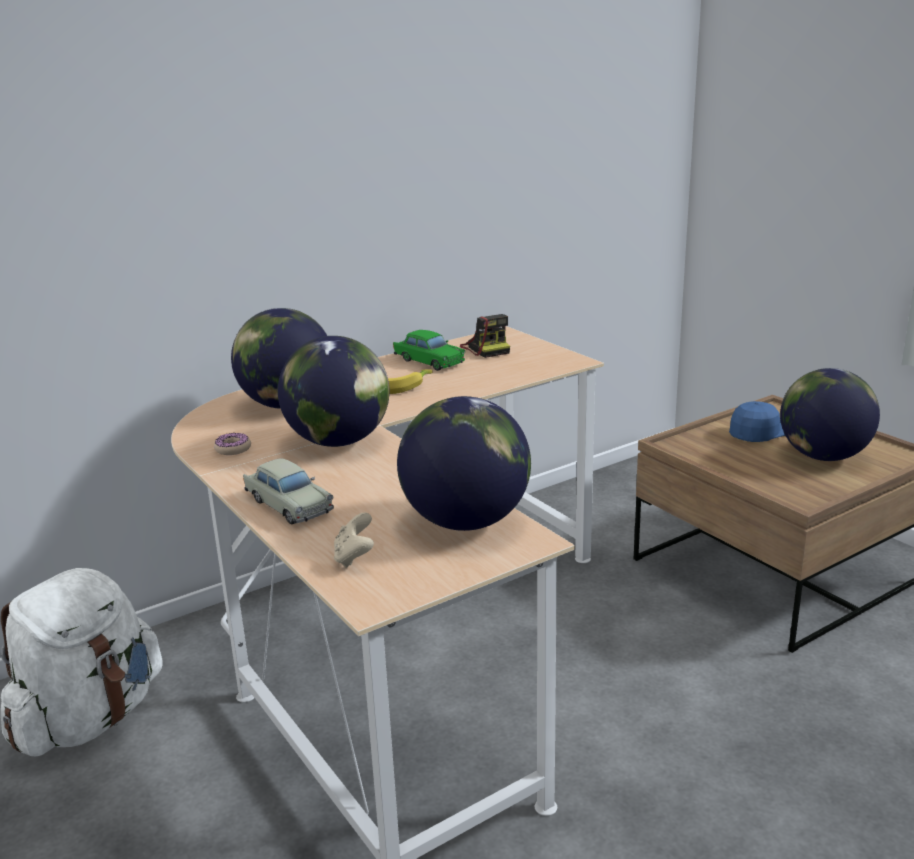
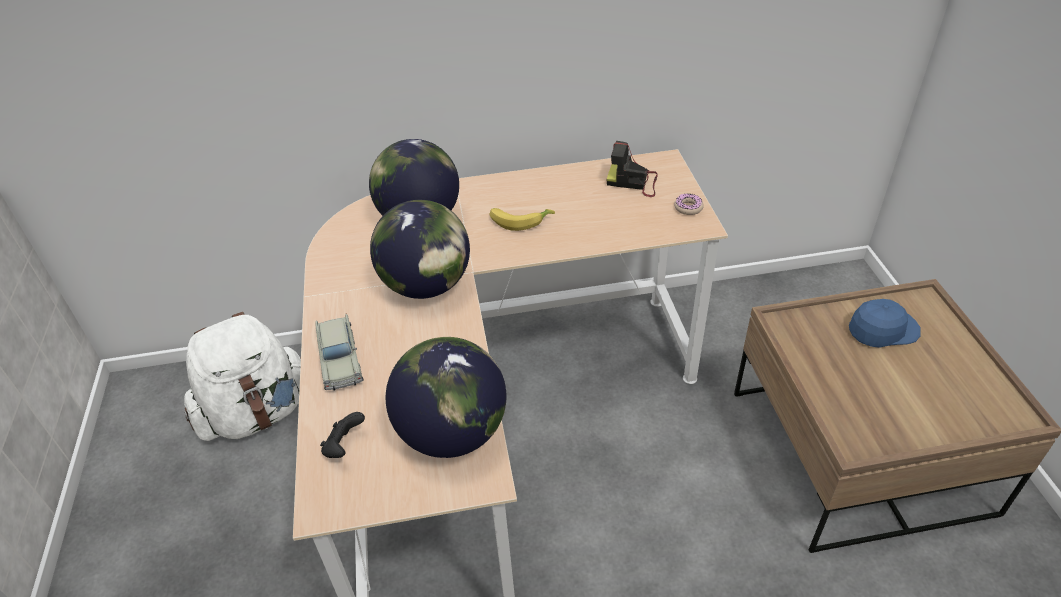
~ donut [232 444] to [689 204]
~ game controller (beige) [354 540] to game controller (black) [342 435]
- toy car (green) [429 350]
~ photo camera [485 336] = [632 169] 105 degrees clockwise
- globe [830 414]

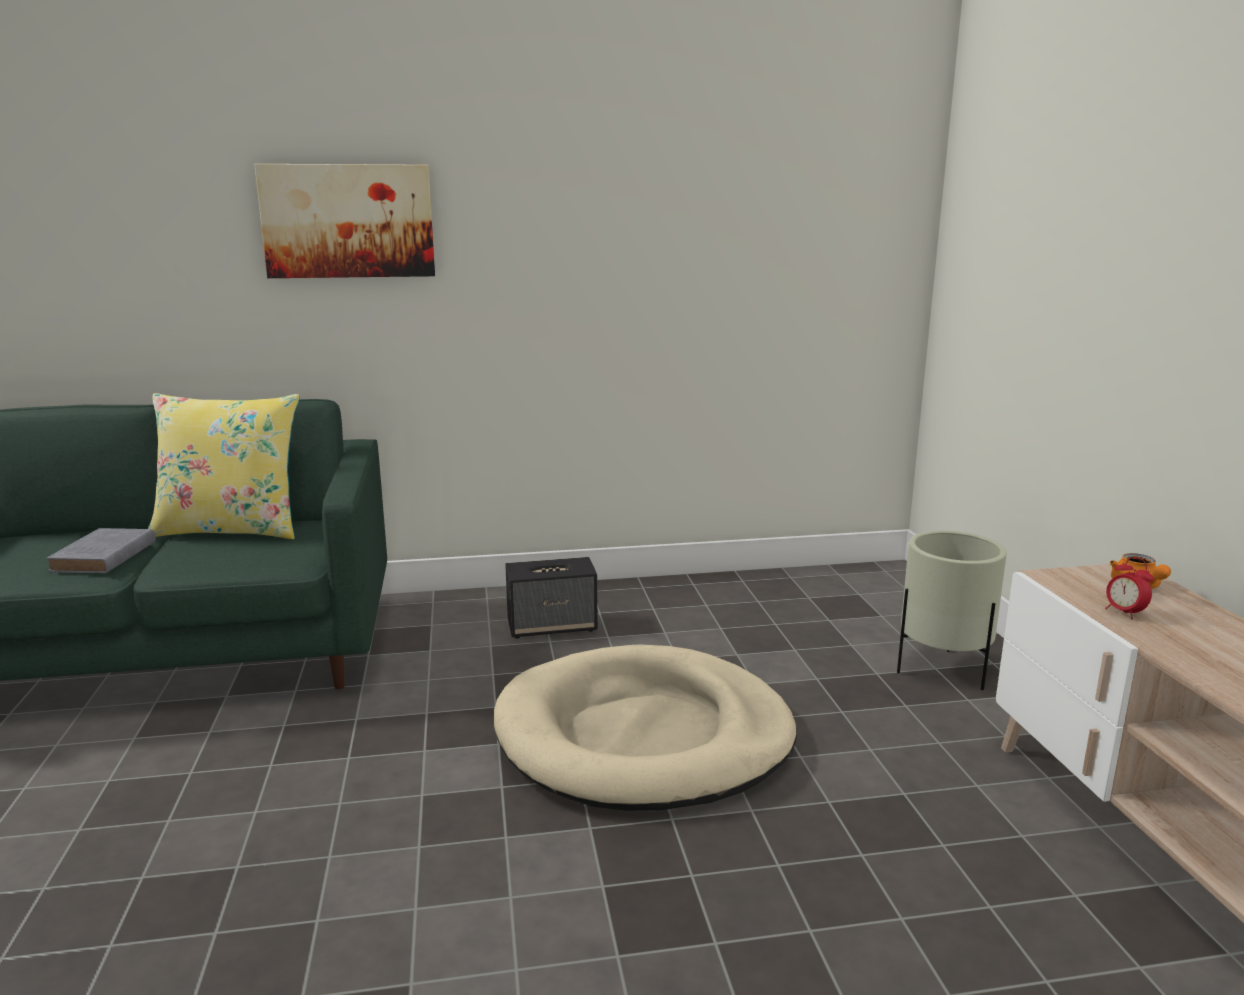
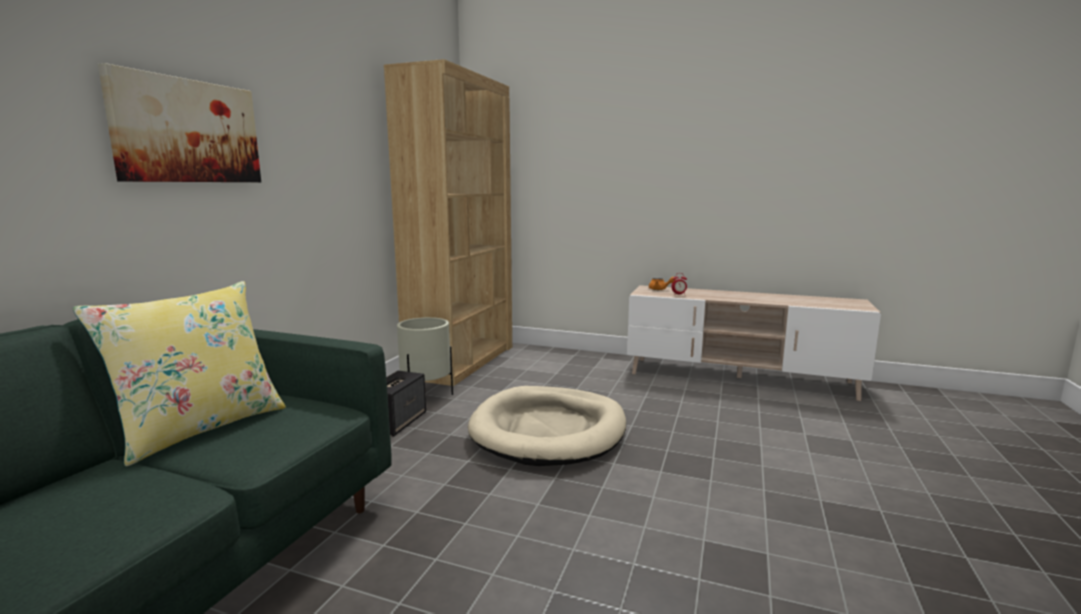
- book (grey) [100 550]
~ planter (beige) [952 610] to [425 356]
+ bookcase (brown) [448 222]

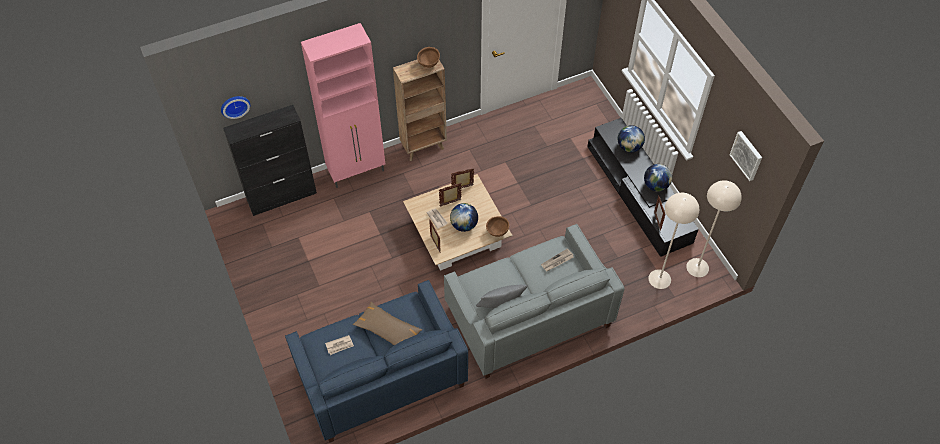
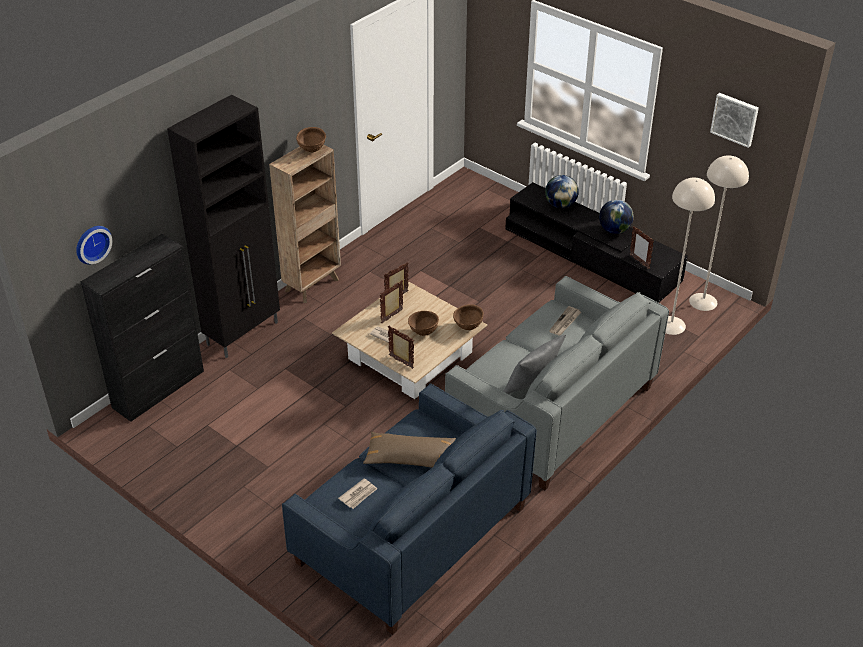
~ cabinet (pink) [343 105] to cabinet (black) [223 226]
~ globe [464 217] to bowl (brown) [423 323]

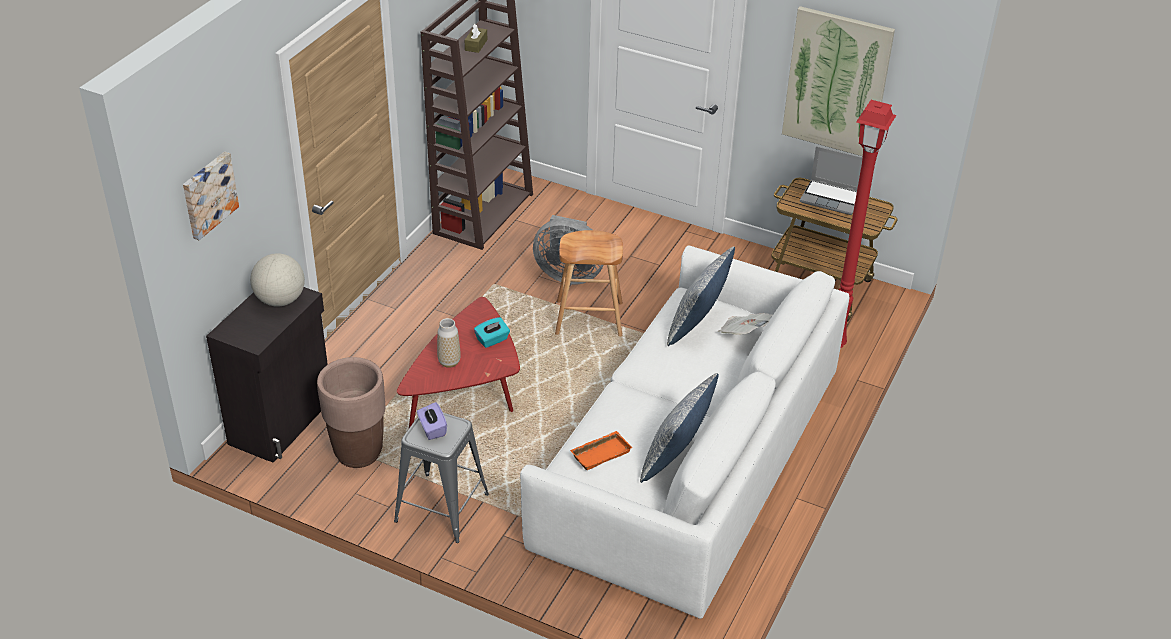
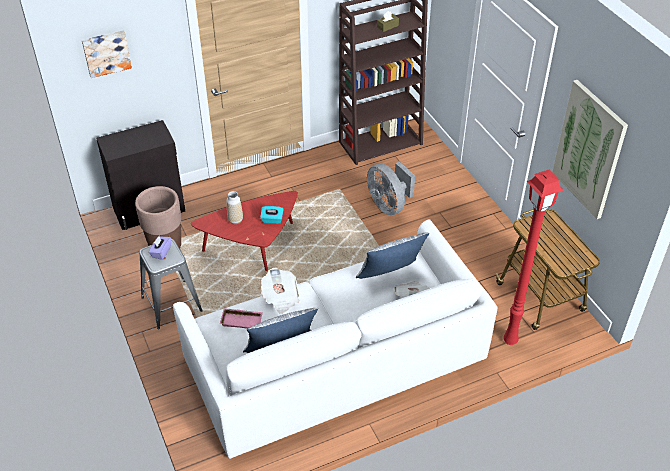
- globe [277 280]
- stool (brown) [589 283]
~ tray (orange) [601 450] to tray (pink) [241 318]
- laptop [831 180]
+ newspaper [280 291]

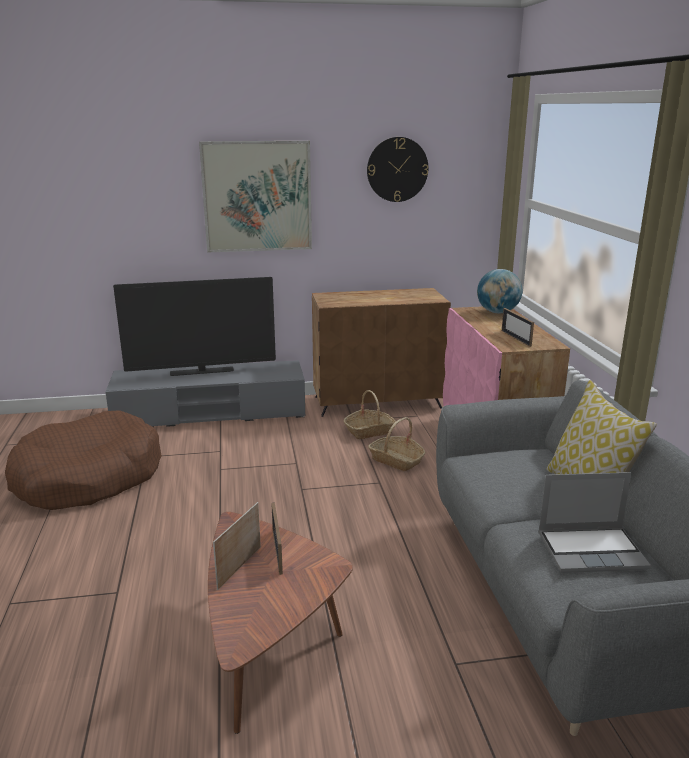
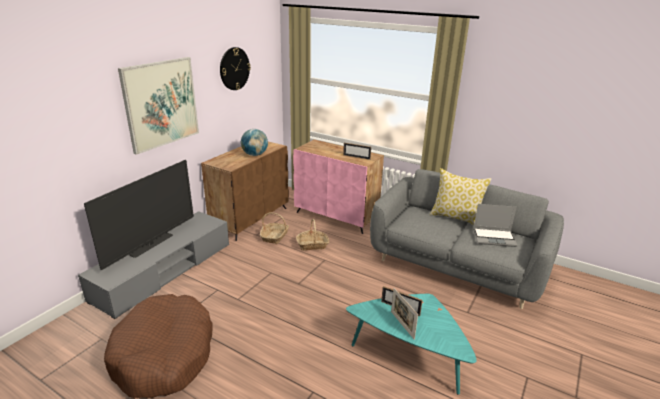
~ coffee table (brown) [280 623] to coffee table (turquoise) [411 344]
~ globe [499 291] to [254 142]
~ laptop [594 522] = [495 225] 60 degrees clockwise

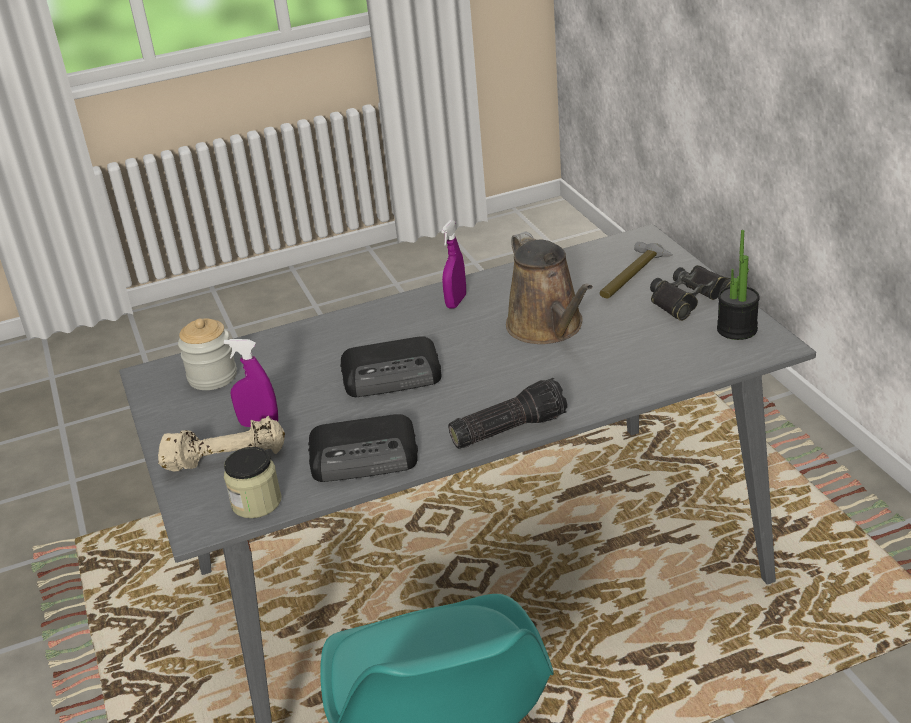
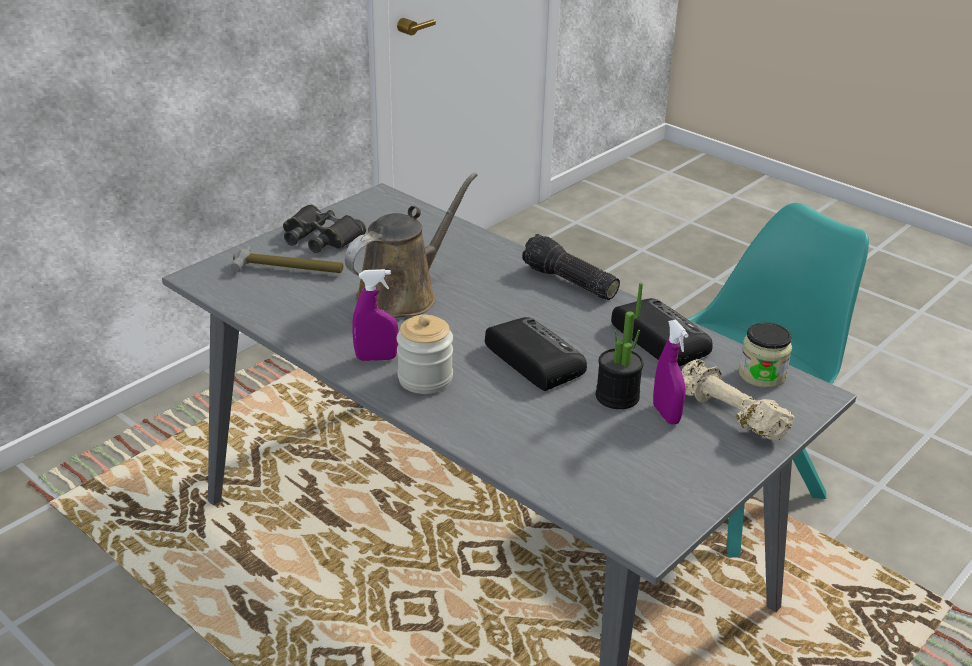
~ jar [207 354] to [425 354]
~ potted plant [738 285] to [620 346]

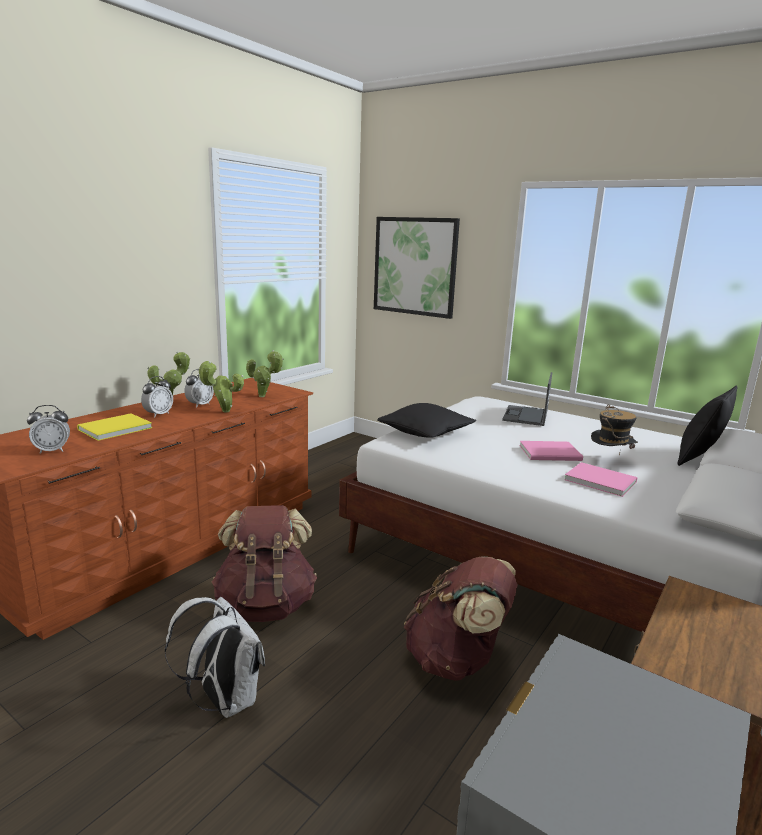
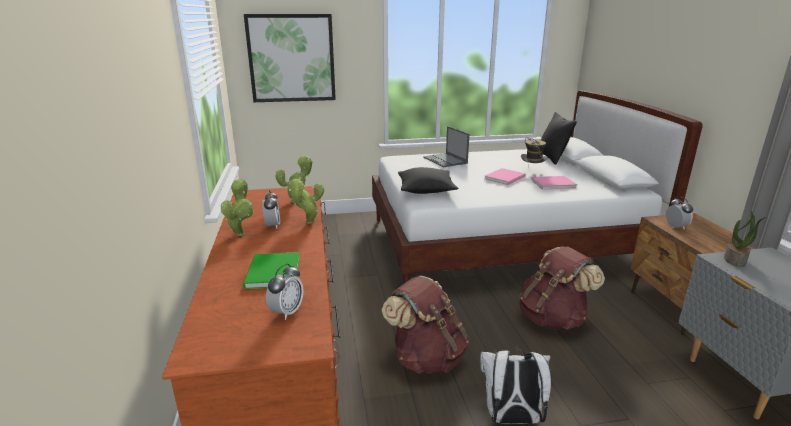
~ book (yellow) [114 427] to book (green) [271 270]
~ alarm clock [157 397] to [679 213]
+ potted plant [745 239]

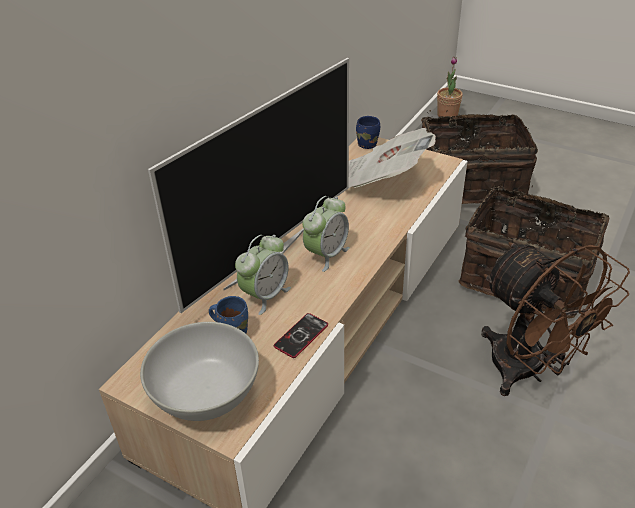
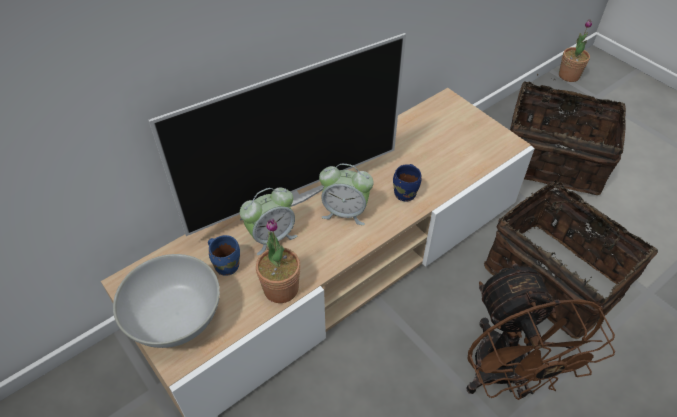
~ phone [301 335] to potted plant [278 260]
~ alarm clock [326 234] = [346 194] 45 degrees clockwise
- newspaper [392 158]
~ mug (blue) [368 132] to [407 183]

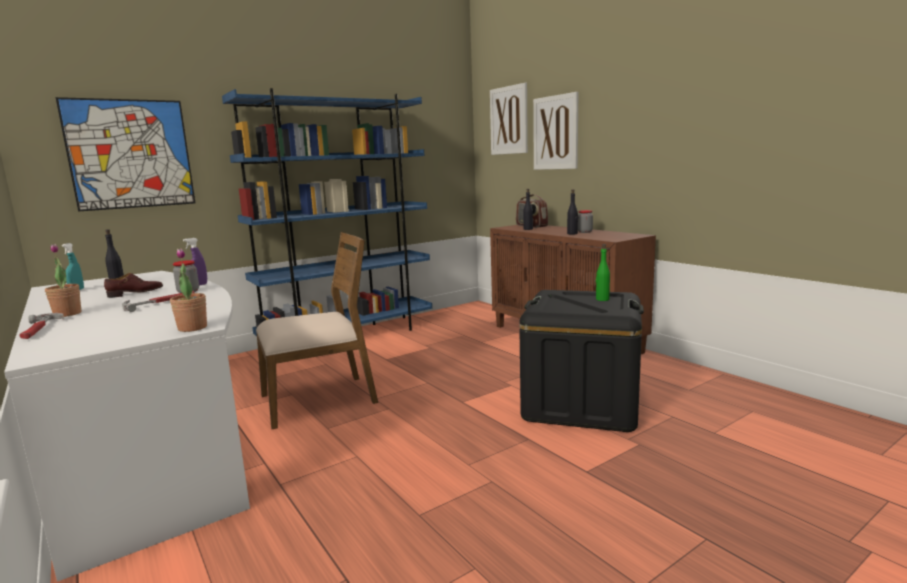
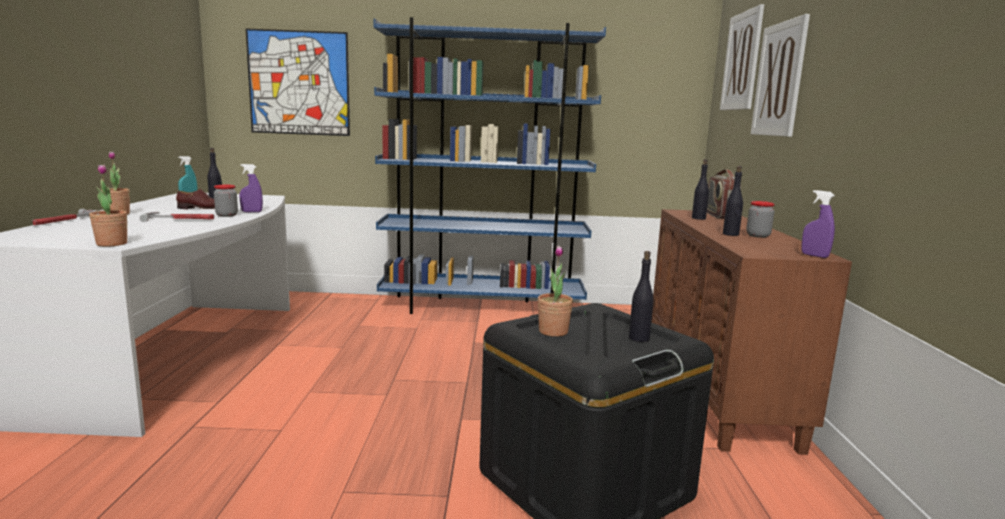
- chair (brown) [317 330]
~ bottle (green) [603 272] to bottle (black) [641 296]
+ potted plant [555 291]
+ spray bottle (purple) [818 224]

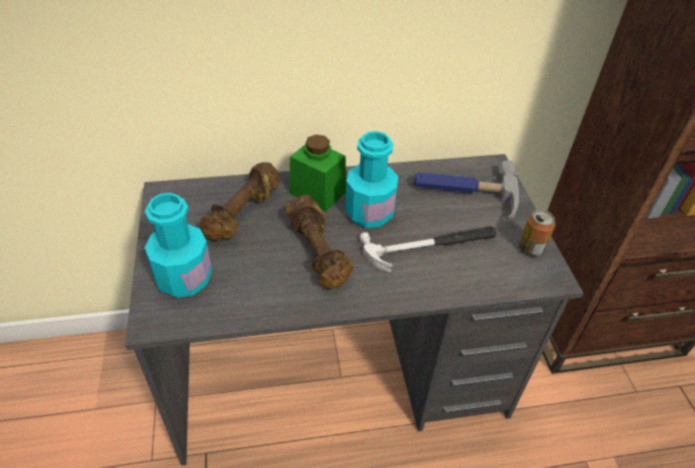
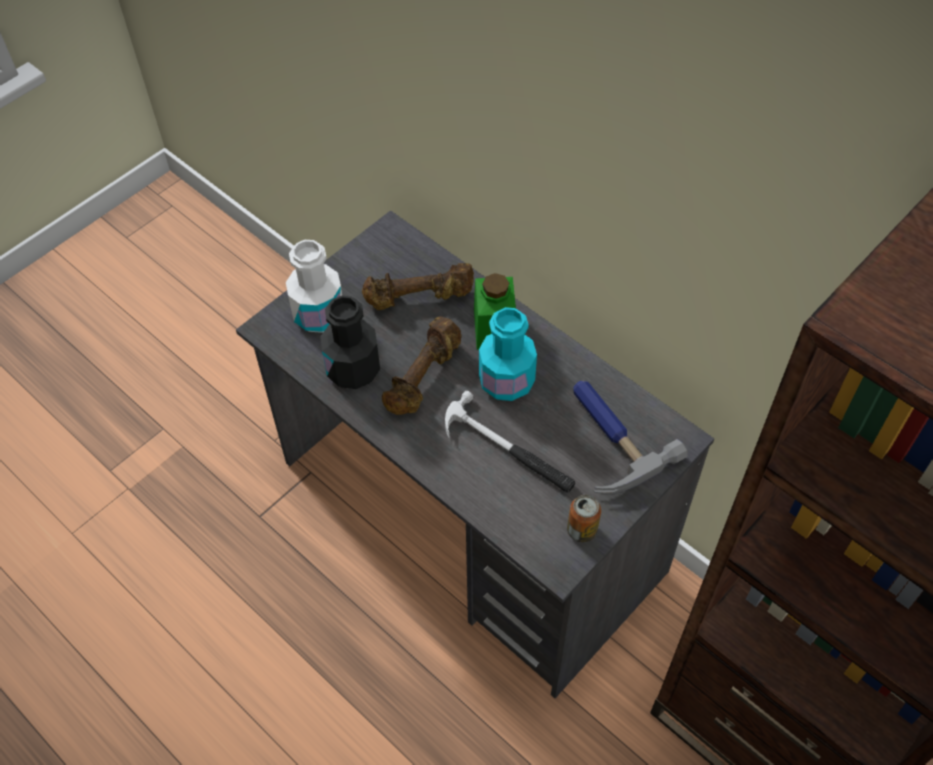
~ bottle (turquoise) [178 245] to bottle (white) [314 286]
+ bottle (black) [350 342]

